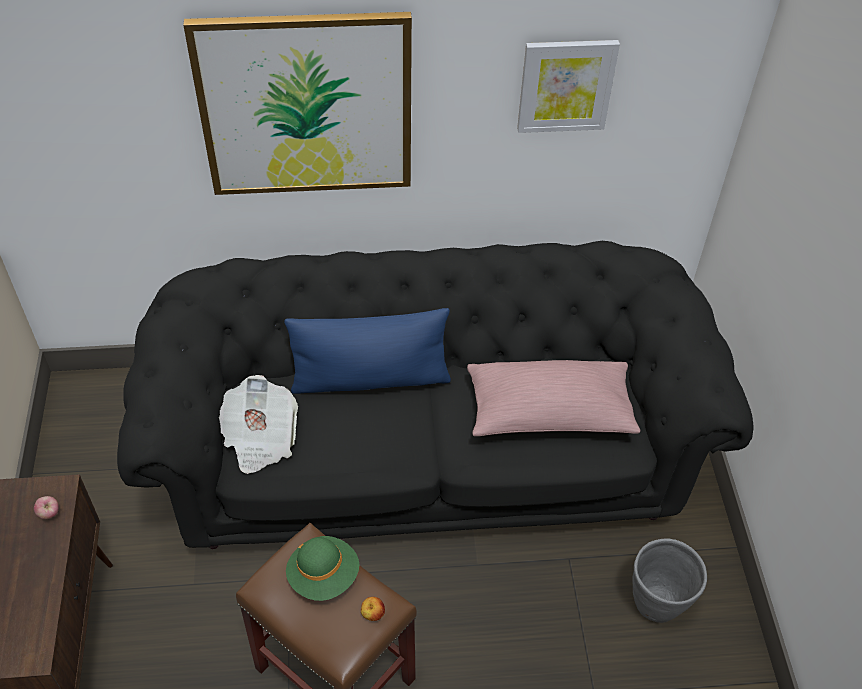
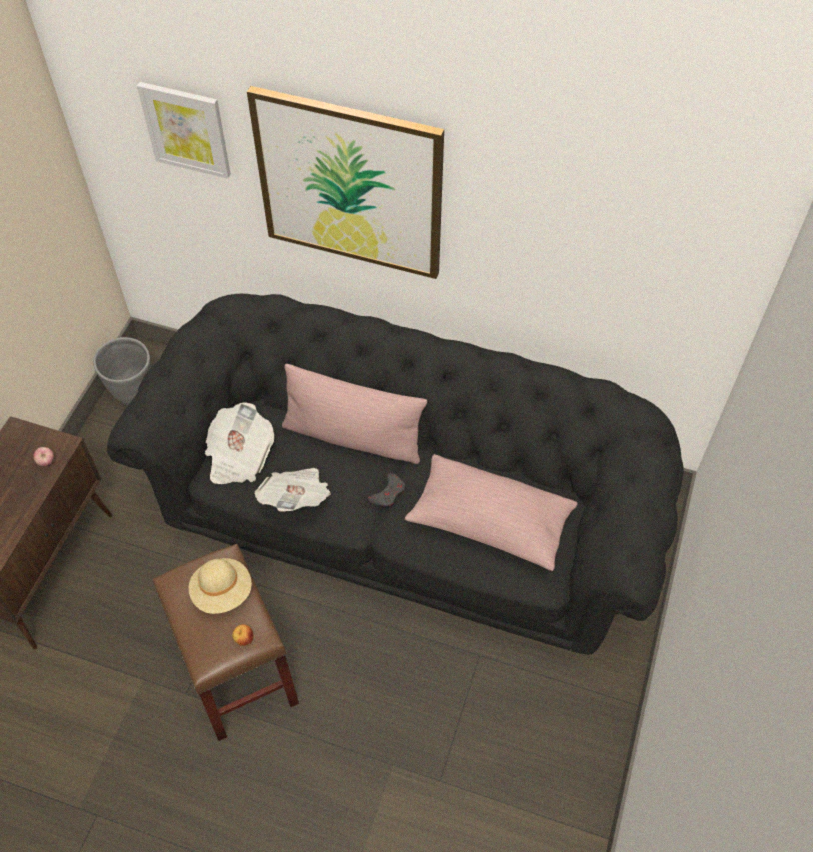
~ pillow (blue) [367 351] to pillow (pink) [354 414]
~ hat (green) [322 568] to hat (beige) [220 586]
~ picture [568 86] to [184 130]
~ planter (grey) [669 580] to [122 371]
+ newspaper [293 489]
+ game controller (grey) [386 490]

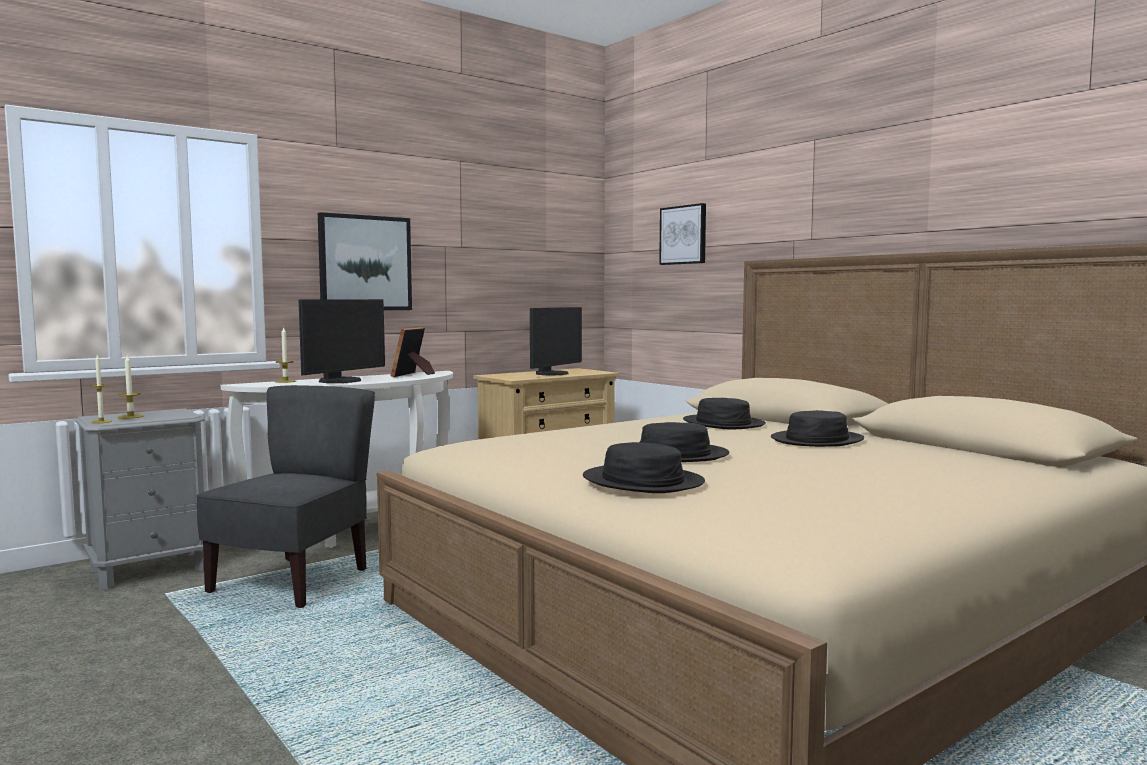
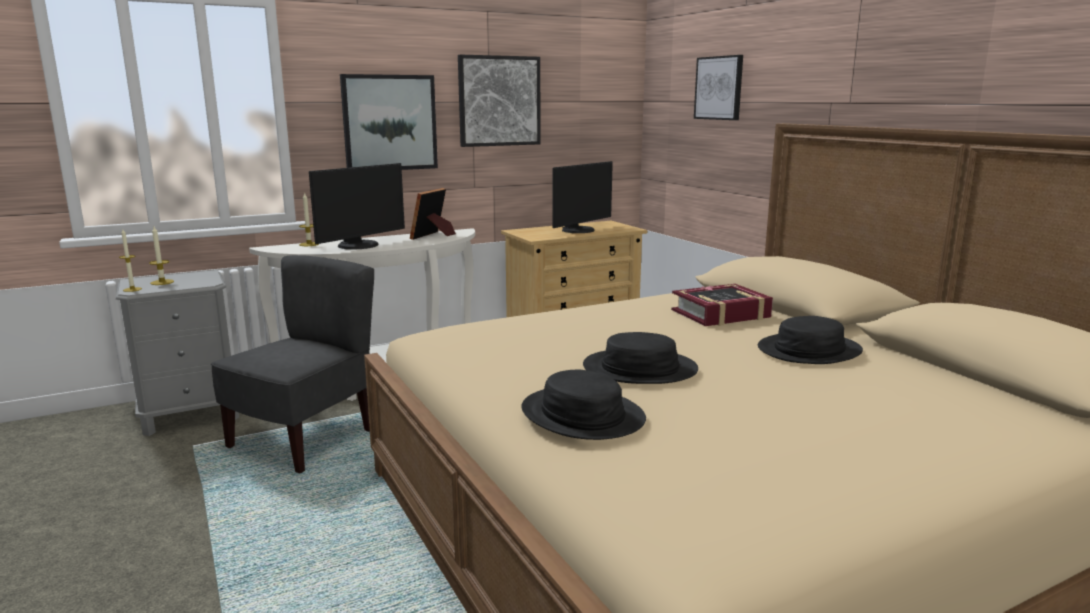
~ hat (black) [724 414] to book [722 305]
+ picture [499 101]

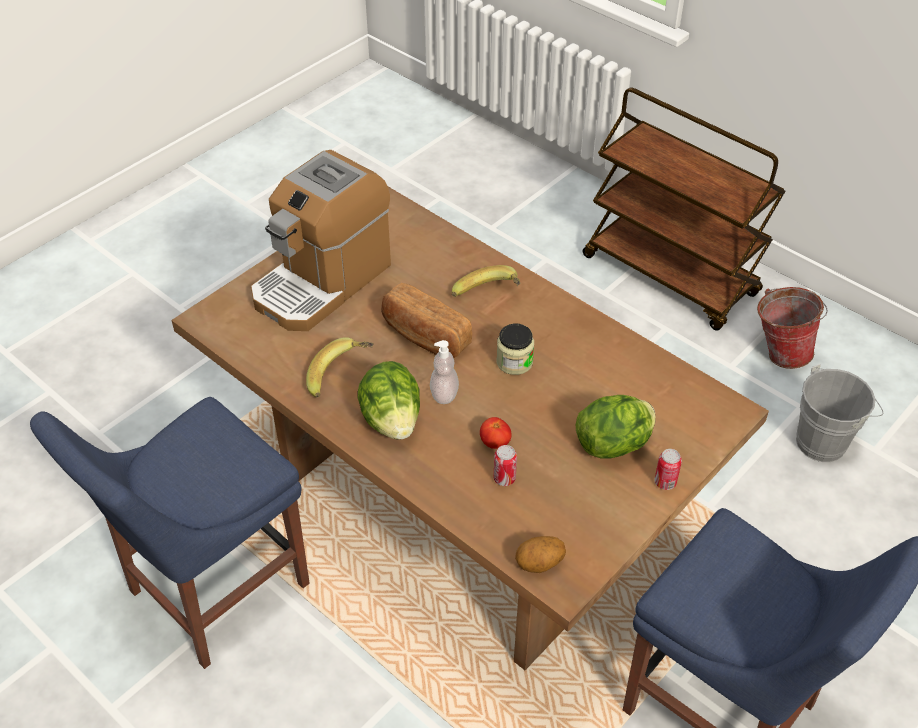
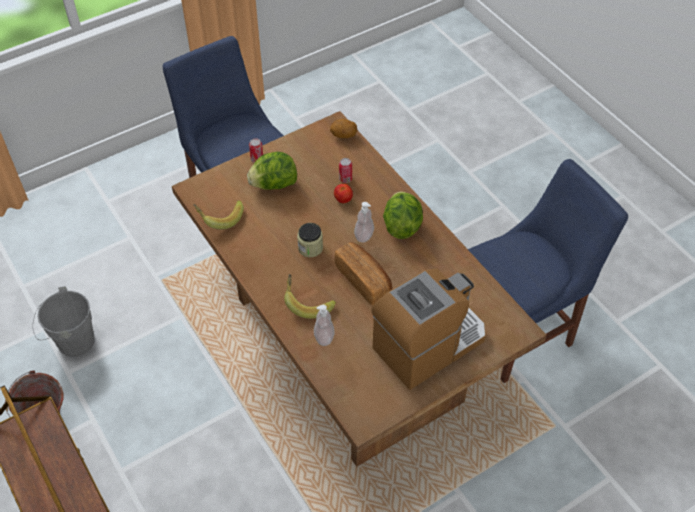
~ banana [340 367] to [218 214]
+ soap dispenser [324 325]

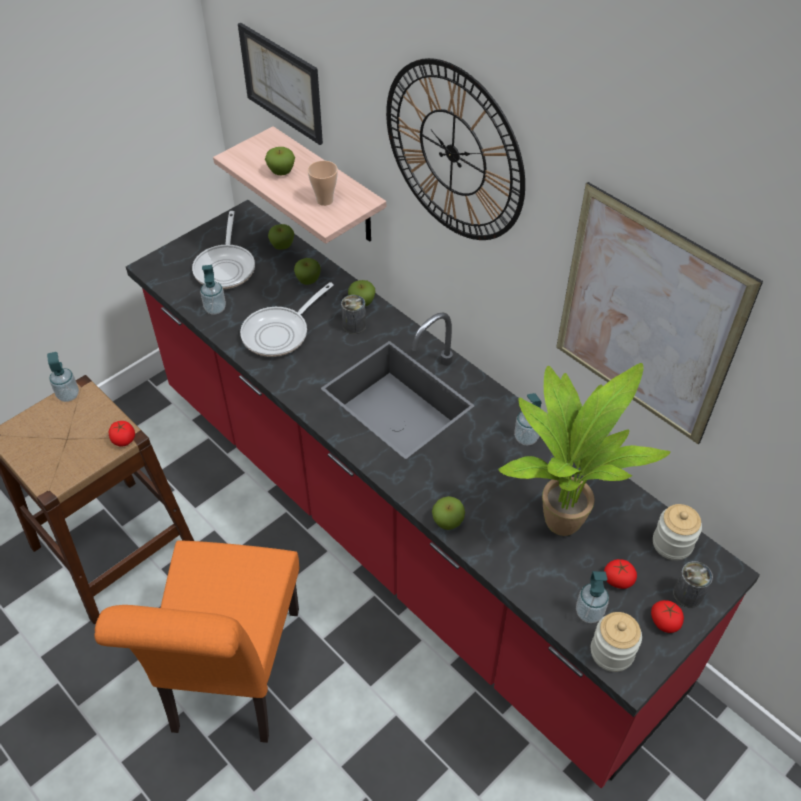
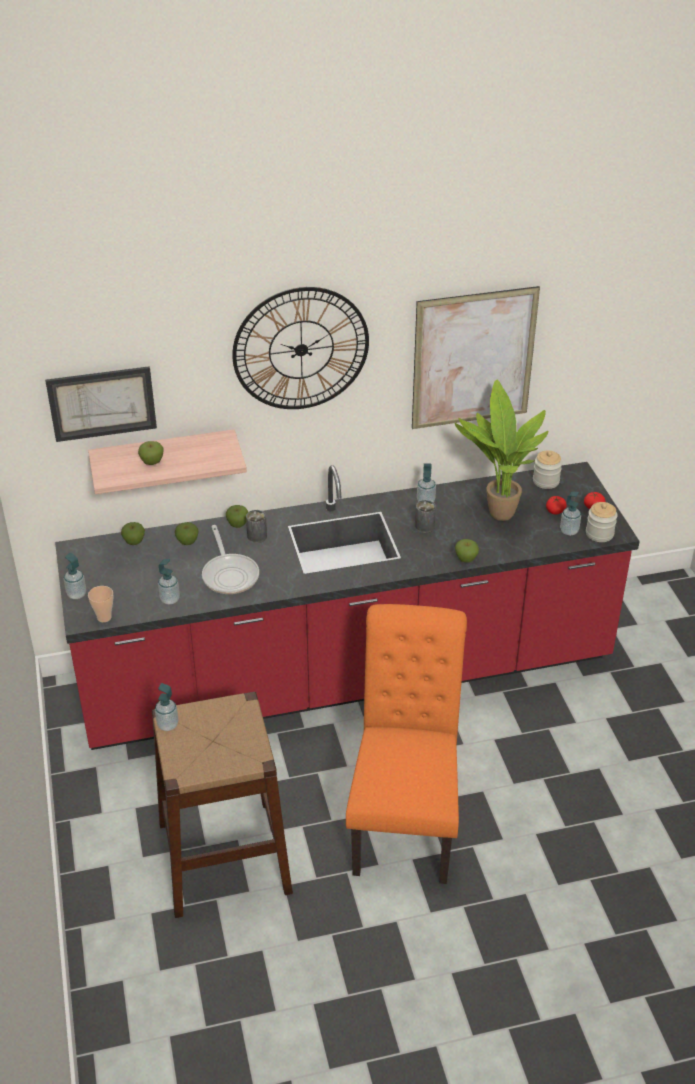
~ chair (orange) [196 641] = [406 744] 120 degrees counterclockwise
- tomato [122 434]
- frying pan [223 250]
~ cup [323 183] to [100 604]
~ can [693 584] to [425 516]
+ soap dispenser [75 576]

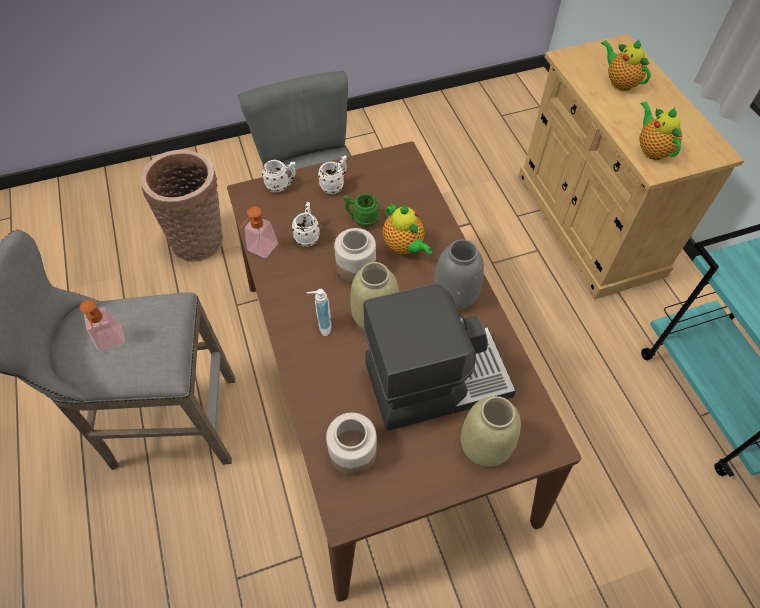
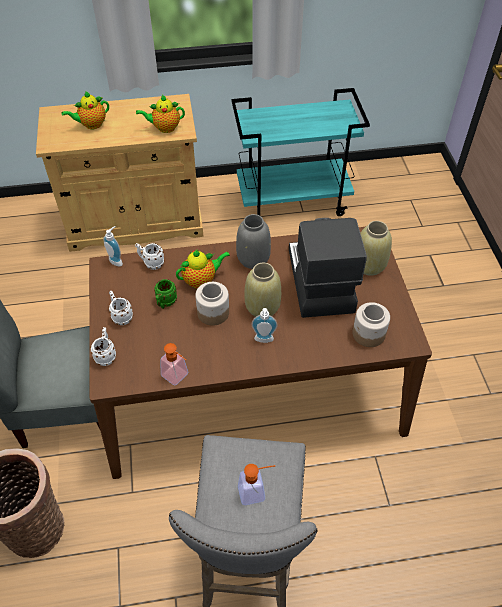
~ mug (white) [306 224] to [150 256]
+ soap dispenser [113 246]

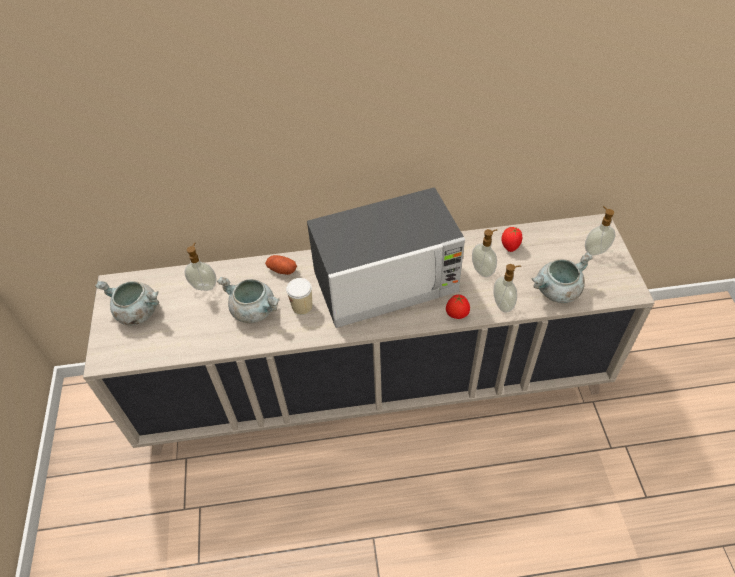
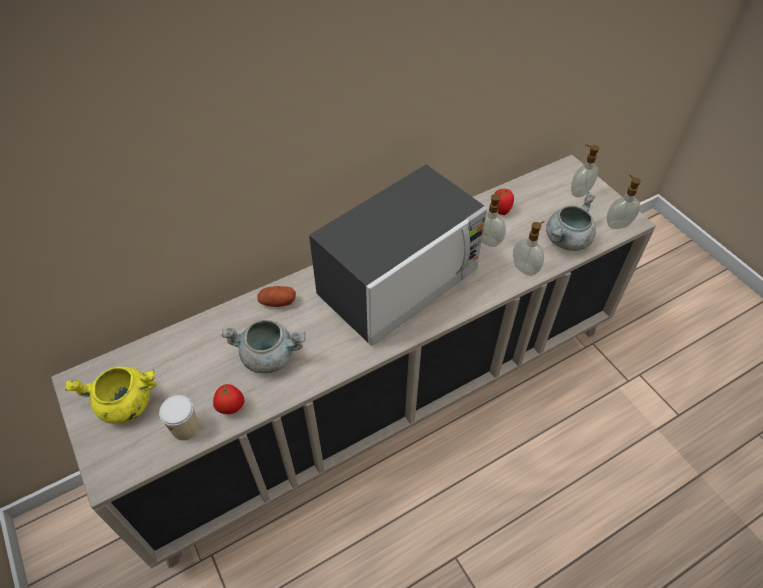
~ cooking pot (grey) [127 303] to cooking pot (yellow) [111 395]
~ soap dispenser [200 267] to [623 202]
~ cup [299 296] to [179 417]
~ tomato [458 307] to [228 399]

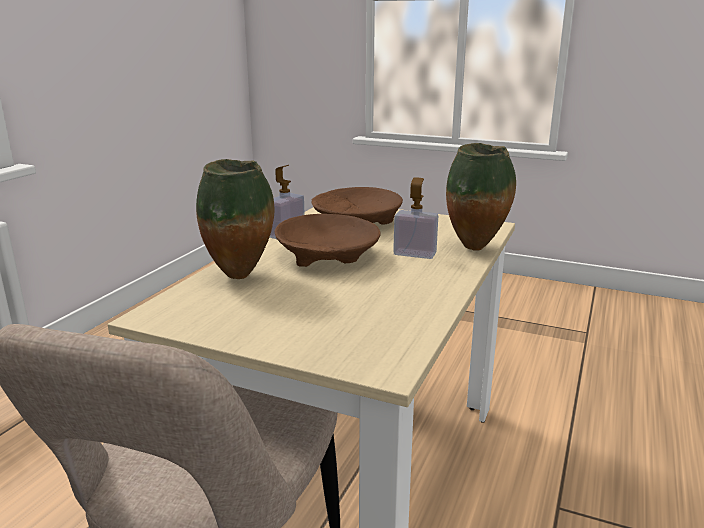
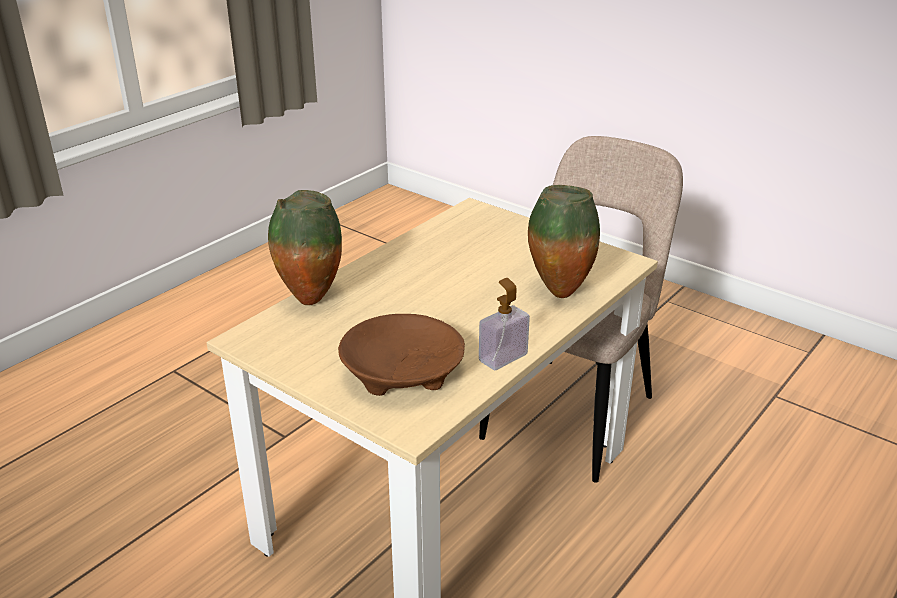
- bowl (brown) [327 240]
- soap dispenser [415 218]

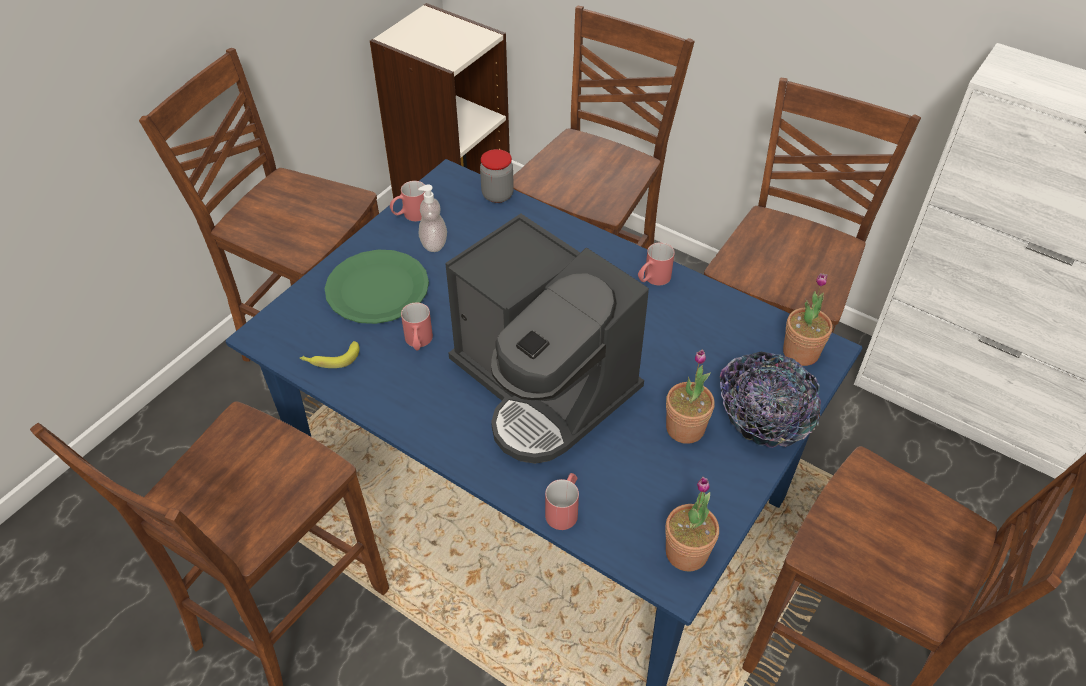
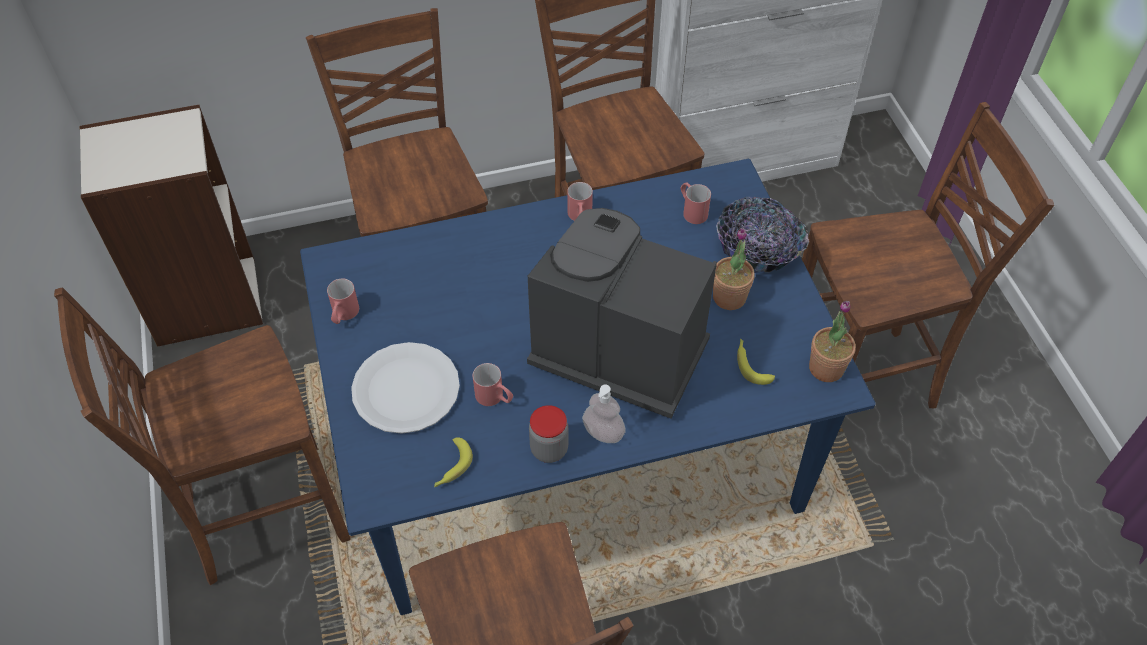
~ plate (green) [377 287] to plate (white) [405 388]
~ soap dispenser [432 218] to [604 414]
~ coffee machine [547 339] = [622 313] 150 degrees counterclockwise
~ jar [497 176] to [548 434]
~ mug (red) [562 501] to [695 203]
- potted plant [807 319]
+ banana [756 362]

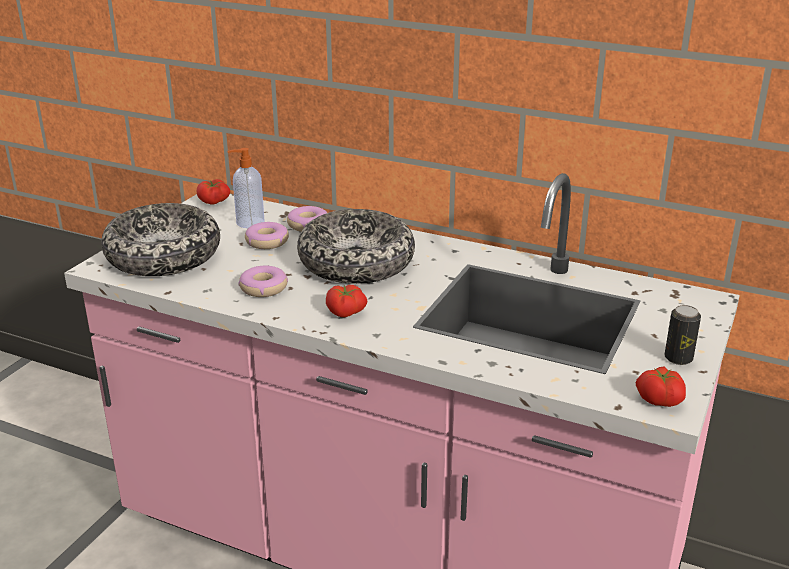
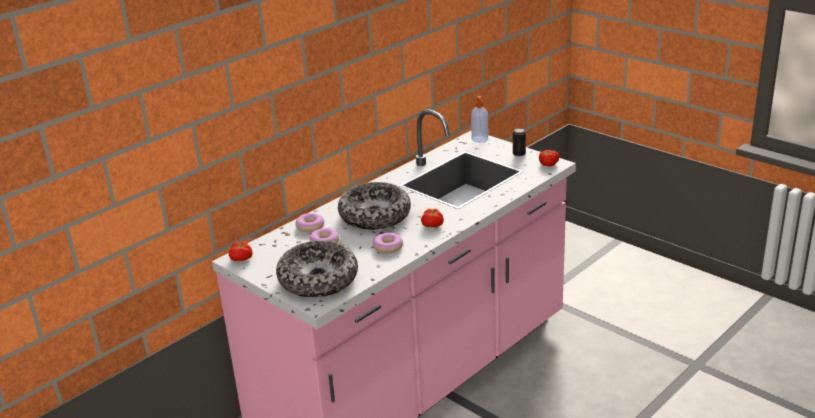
~ soap dispenser [246 188] to [479 119]

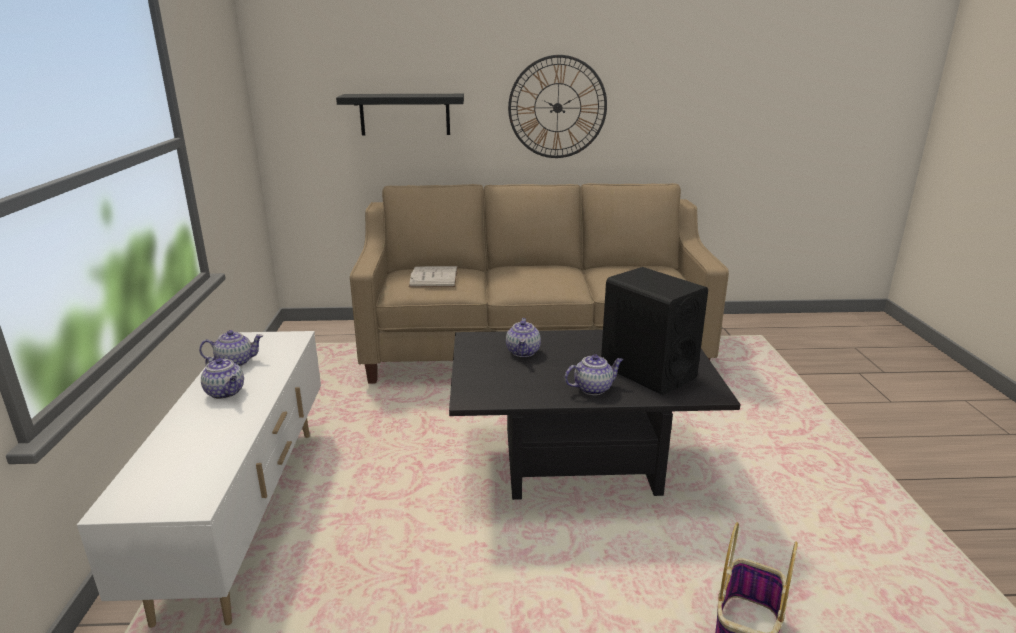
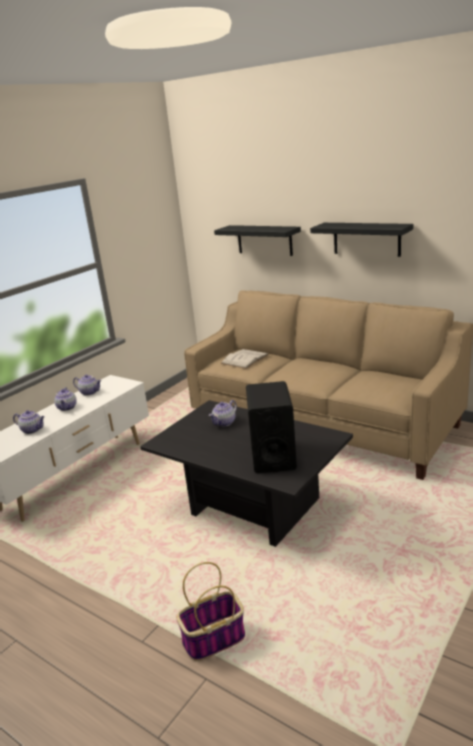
~ wall clock [557 106] to shelf (black) [361 240]
~ teapot [593 375] to [29 422]

